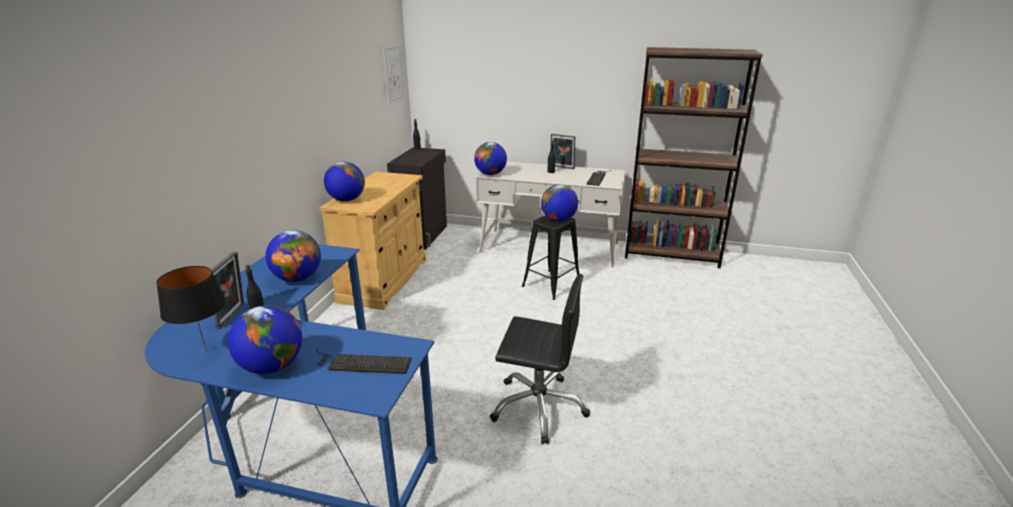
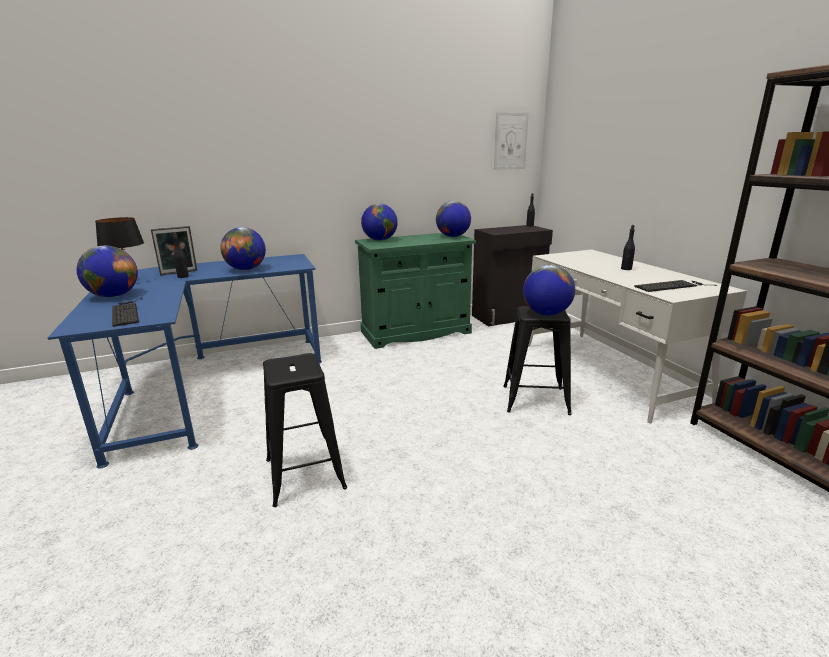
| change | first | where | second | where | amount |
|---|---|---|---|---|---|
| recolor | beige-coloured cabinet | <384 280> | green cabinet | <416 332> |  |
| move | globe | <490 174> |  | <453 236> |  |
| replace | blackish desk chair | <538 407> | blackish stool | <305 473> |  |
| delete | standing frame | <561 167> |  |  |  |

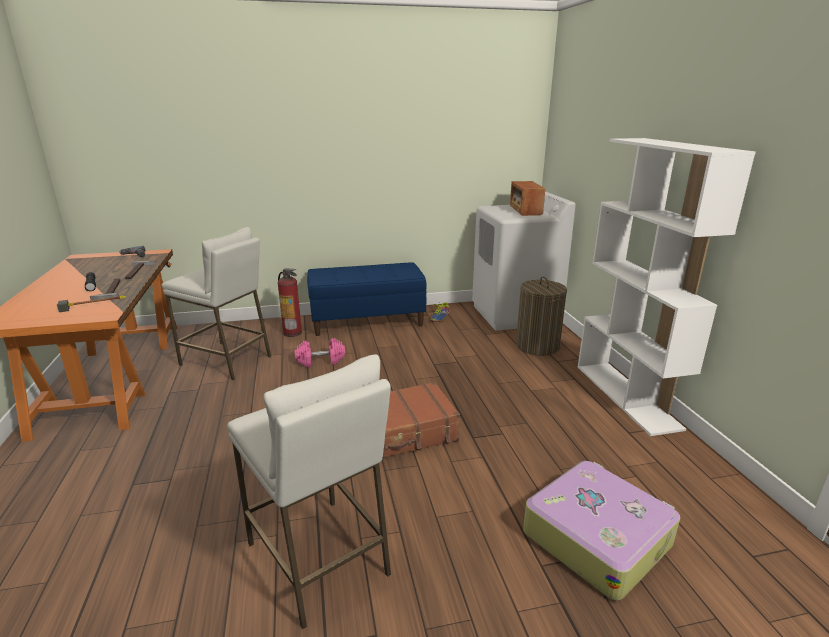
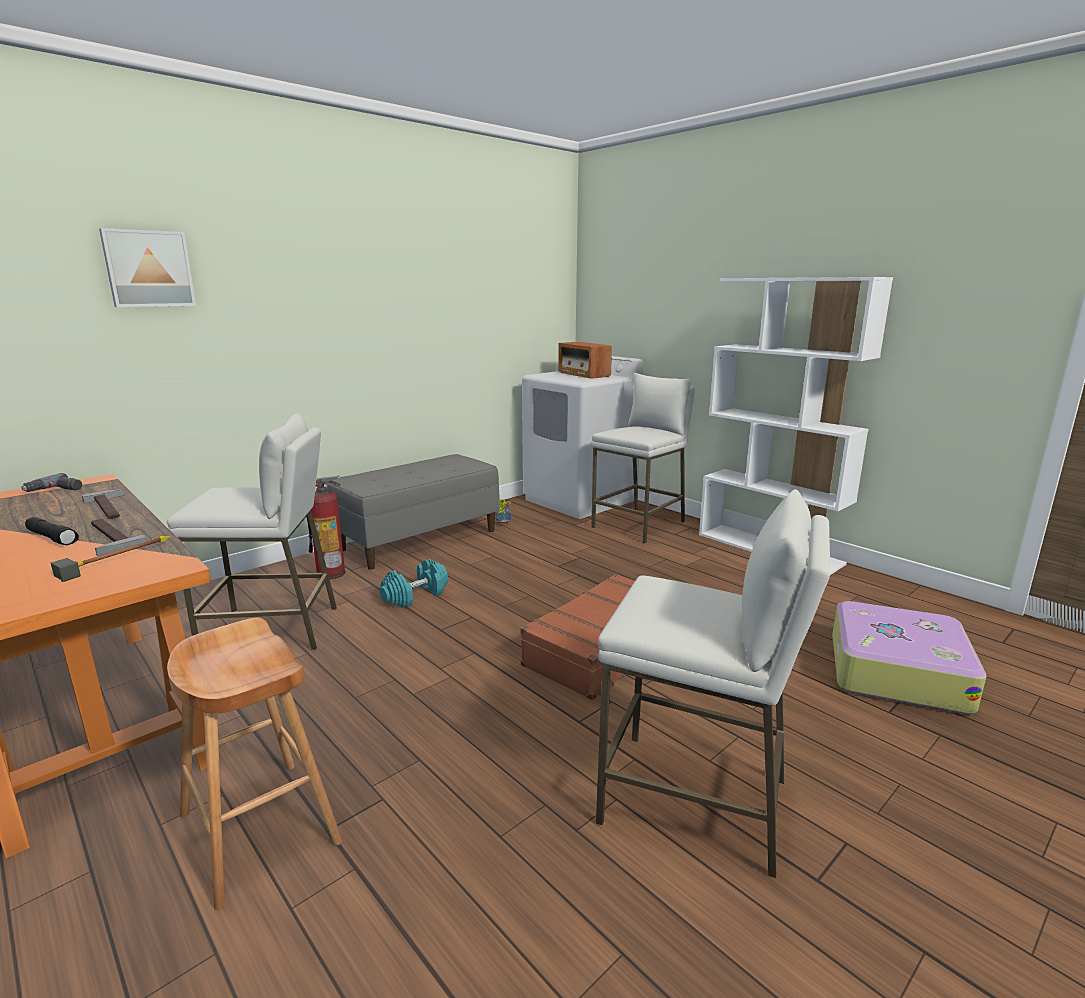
| change | first | where | second | where | amount |
|---|---|---|---|---|---|
| recolor | pink-coloured free weight | <320 361> | blue-green free weight | <415 596> |  |
| recolor | bluish bench | <367 321> | greyish bench | <420 539> |  |
| replace | washing basket | <537 346> | white stool | <639 524> |  |
| insert |  |  | wall art | <148 269> |  |
| insert |  |  | brown-coloured stool | <260 829> |  |

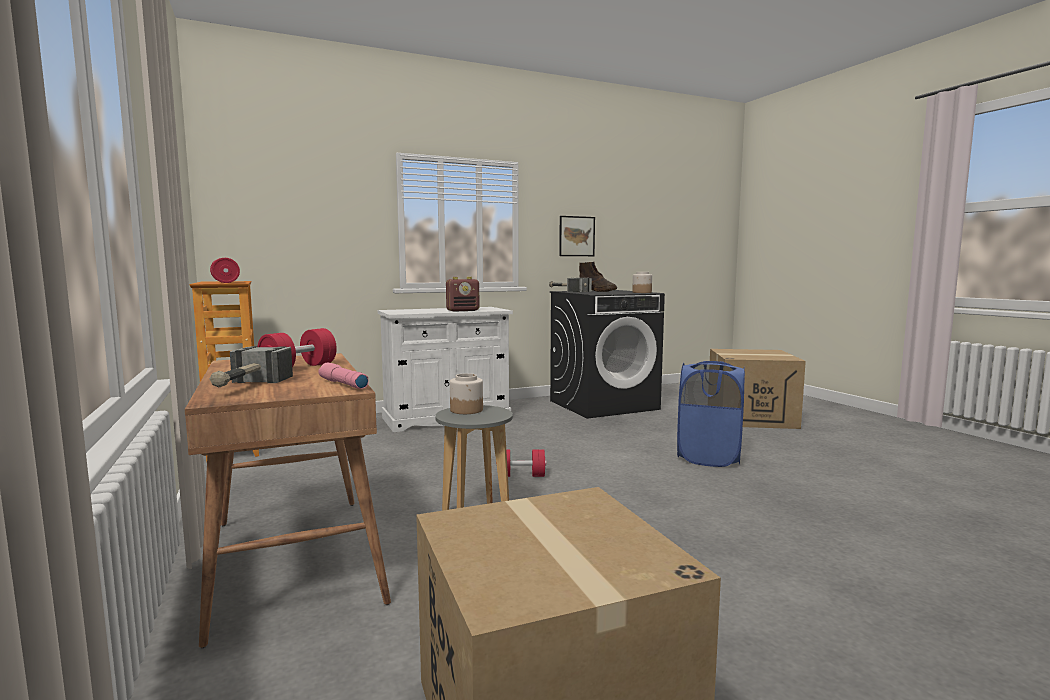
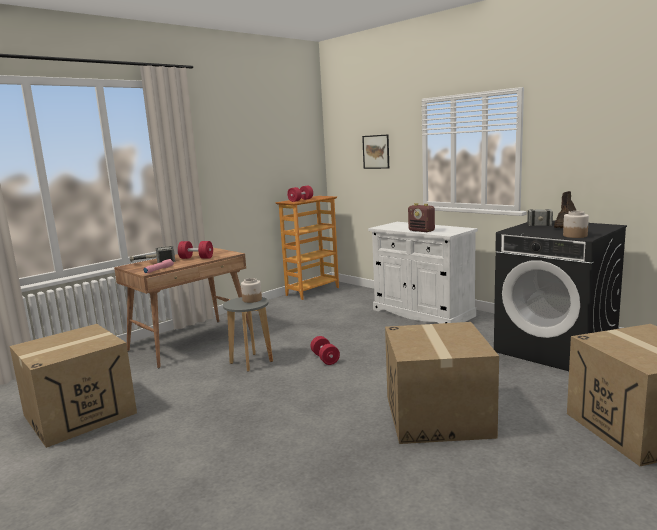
| change | first | where | second | where | amount |
|---|---|---|---|---|---|
| move | wall art | <576 236> |  | <376 152> |  |
| replace | bluish washing basket | <709 457> | cardboard box | <438 416> |  |

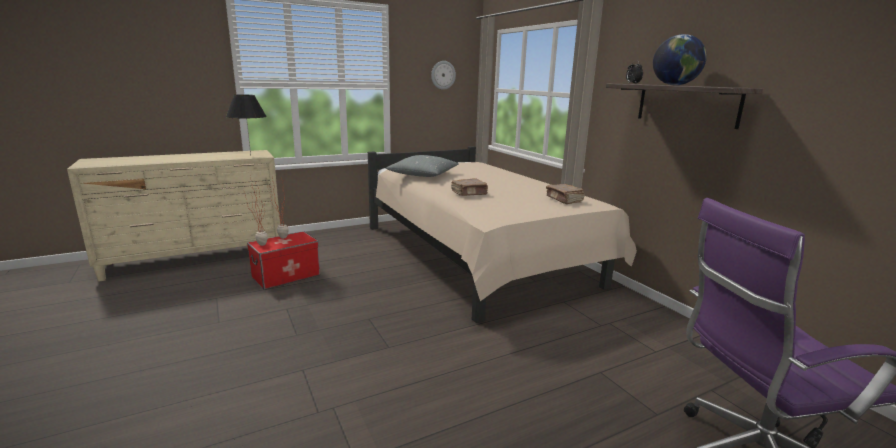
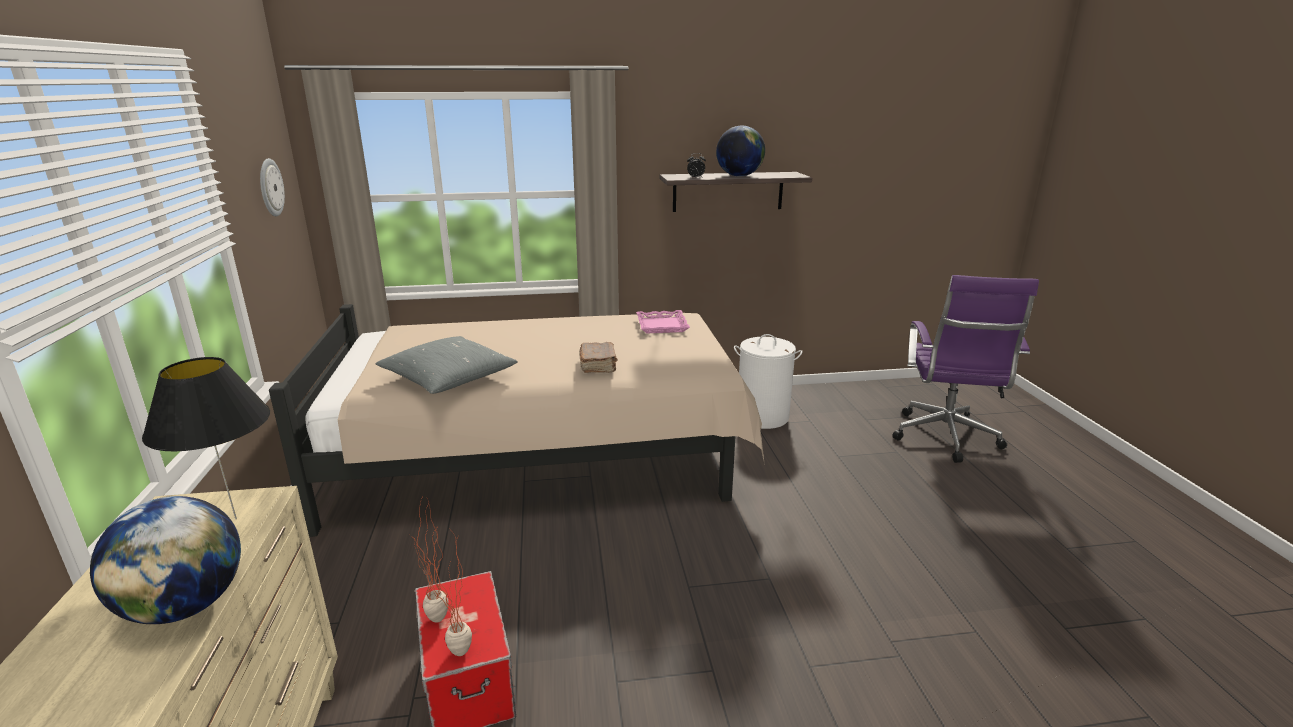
| change | first | where | second | where | amount |
|---|---|---|---|---|---|
| replace | brown-coloured book | <564 200> | pink-coloured tray | <662 326> |  |
| insert |  |  | globe | <185 606> |  |
| insert |  |  | white washing basket | <763 416> |  |

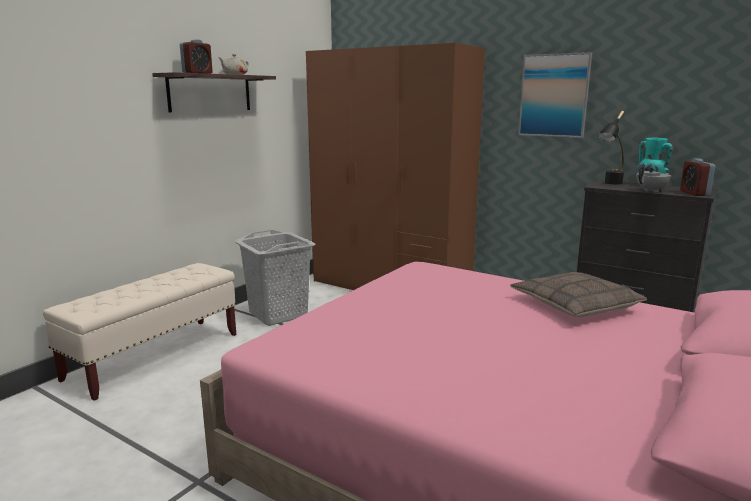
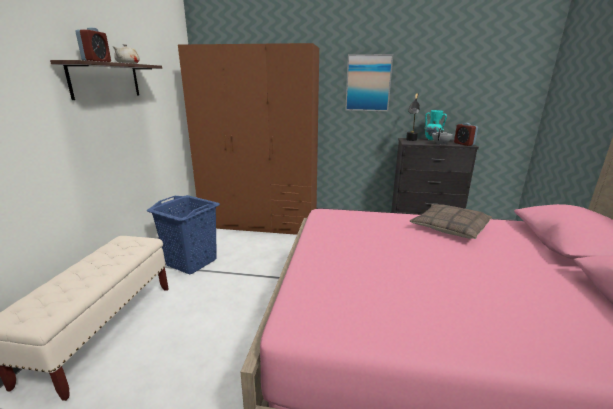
| change | first | where | second | where | amount |
|---|---|---|---|---|---|
| recolor | greyish washing basket | <278 314> | bluish washing basket | <191 262> |  |

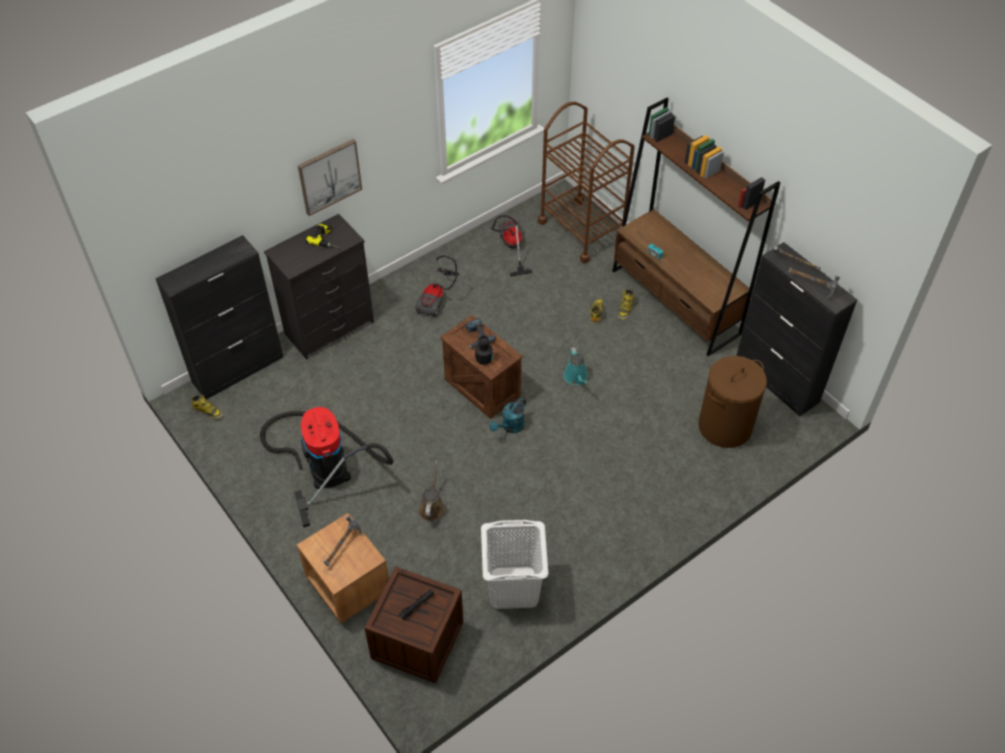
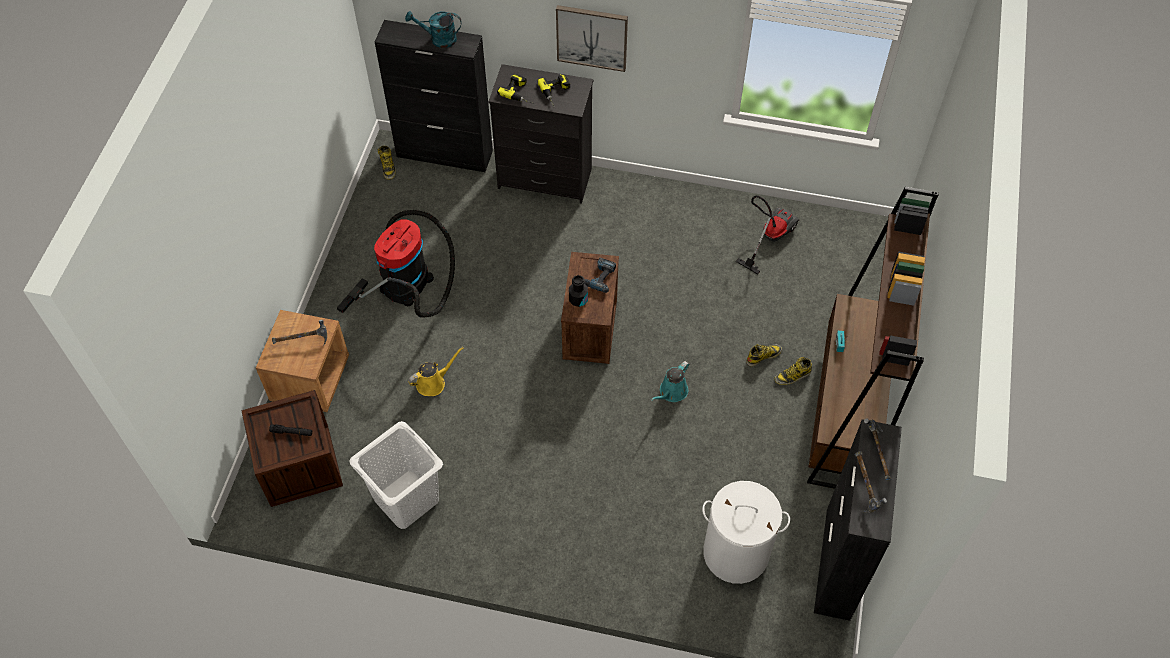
| change | first | where | second | where | amount |
|---|---|---|---|---|---|
| delete | hoover | <437 299> |  |  |  |
| recolor | brown-coloured watering can | <432 507> | yellow watering can | <433 383> |  |
| move | blue-green watering can | <510 427> |  | <438 39> |  |
| delete | brown-coloured cart | <582 230> |  |  |  |
| recolor | brown-coloured washing basket | <725 426> | white washing basket | <736 552> |  |
| insert |  |  | drill | <521 92> |  |

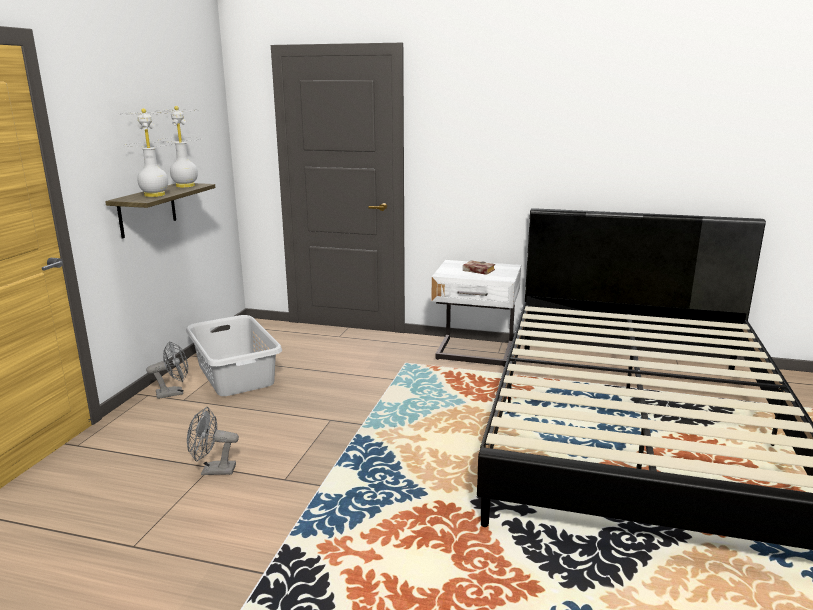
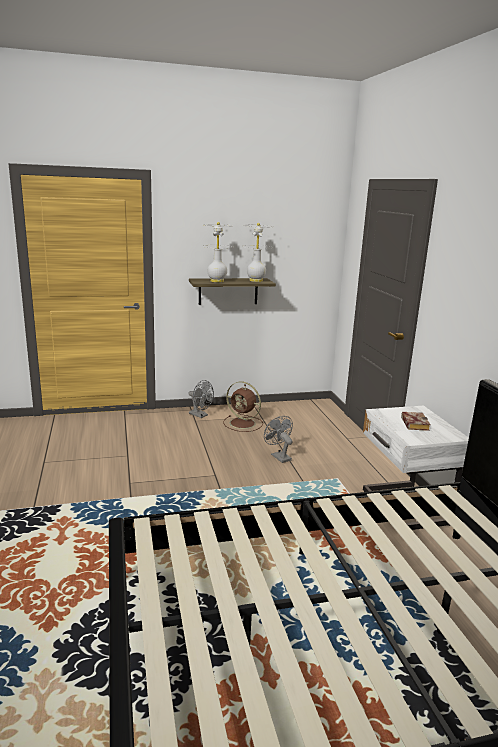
| change | first | where | second | where | amount |
|---|---|---|---|---|---|
| replace | greyish washing basket | <236 374> | brown-coloured electric fan | <243 423> |  |
| move | greyish electric fan | <213 470> |  | <278 456> |  |

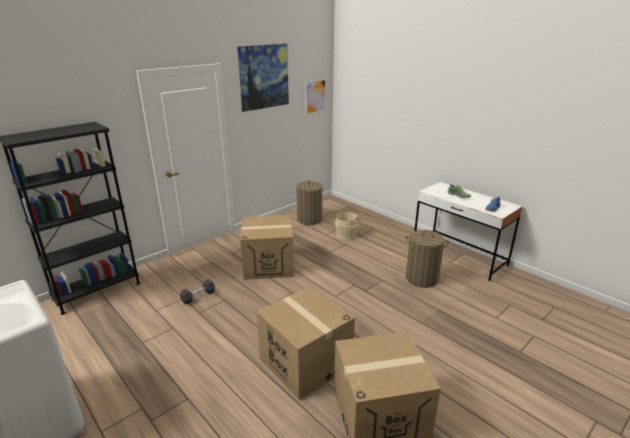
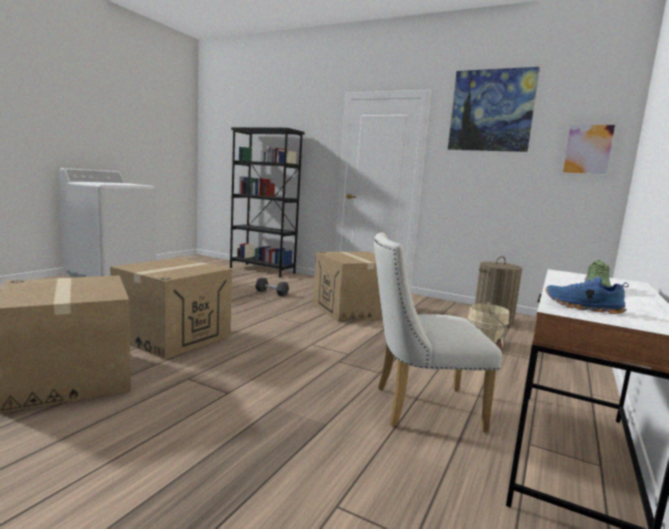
| change | first | where | second | where | amount |
|---|---|---|---|---|---|
| replace | washing basket | <421 279> | white plain chair | <418 407> |  |

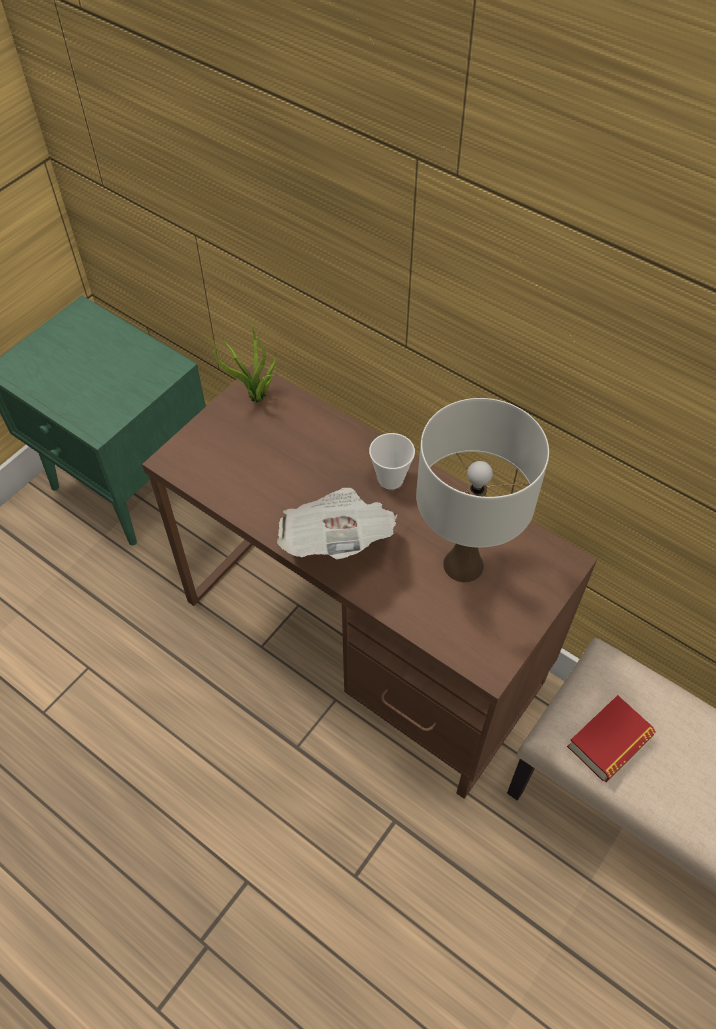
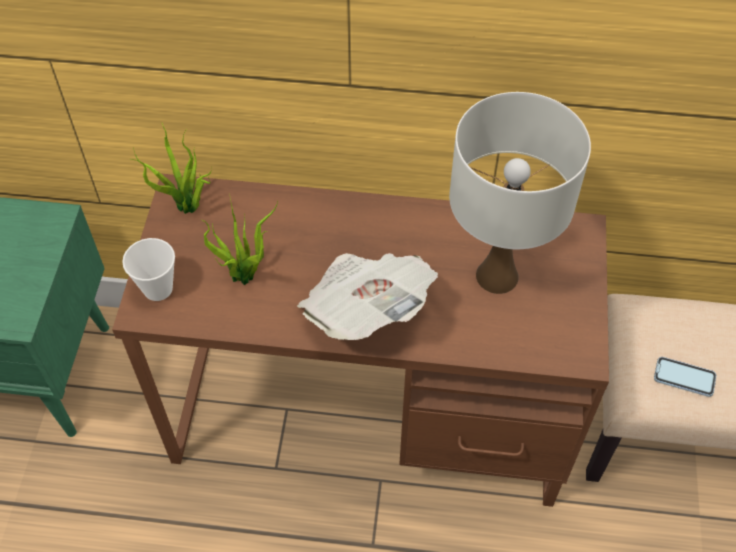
| change | first | where | second | where | amount |
|---|---|---|---|---|---|
| move | small cup | <390 479> |  | <158 289> |  |
| replace | book | <609 742> | telephone | <684 377> |  |
| insert |  |  | houseplant | <246 276> |  |

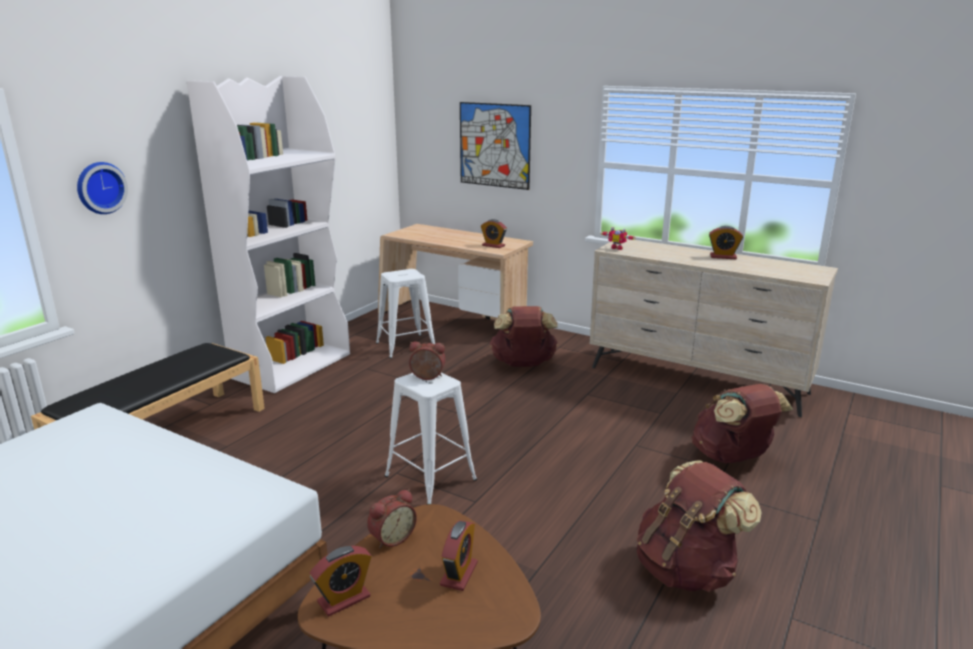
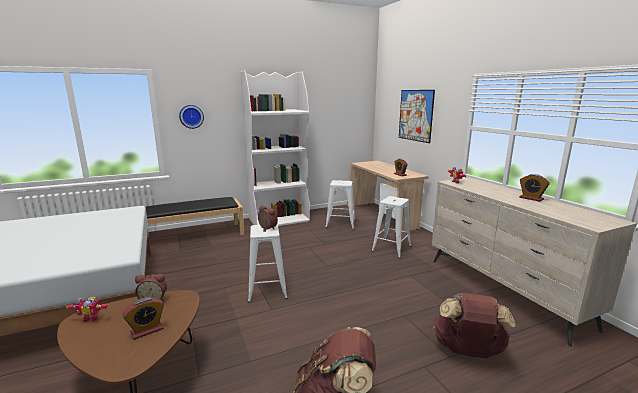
| change | first | where | second | where | amount |
|---|---|---|---|---|---|
| replace | bedside clock | <344 599> | toy robot | <92 318> |  |
| replace | brown-coloured rucksack | <523 364> | white stool | <391 248> |  |

